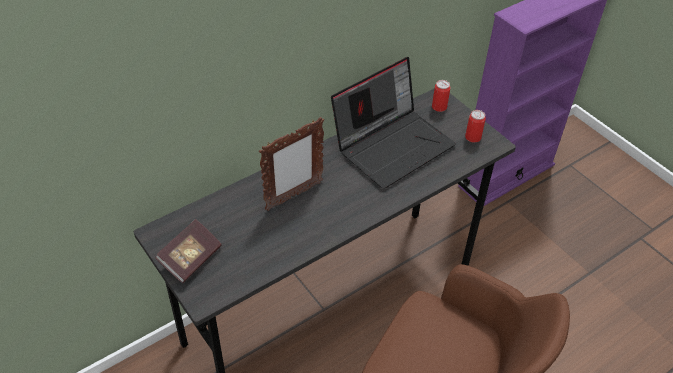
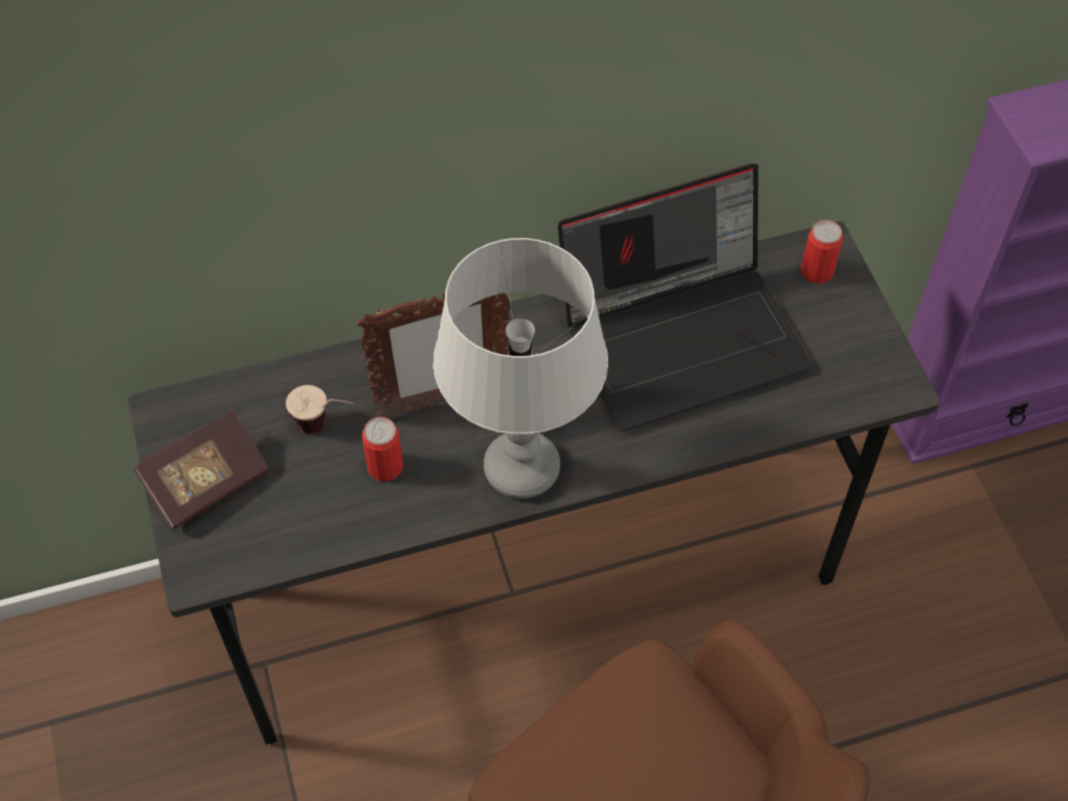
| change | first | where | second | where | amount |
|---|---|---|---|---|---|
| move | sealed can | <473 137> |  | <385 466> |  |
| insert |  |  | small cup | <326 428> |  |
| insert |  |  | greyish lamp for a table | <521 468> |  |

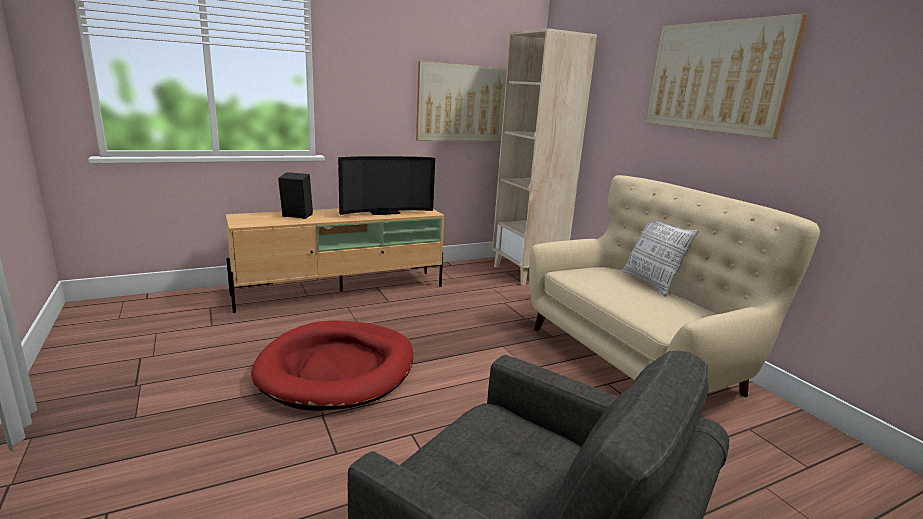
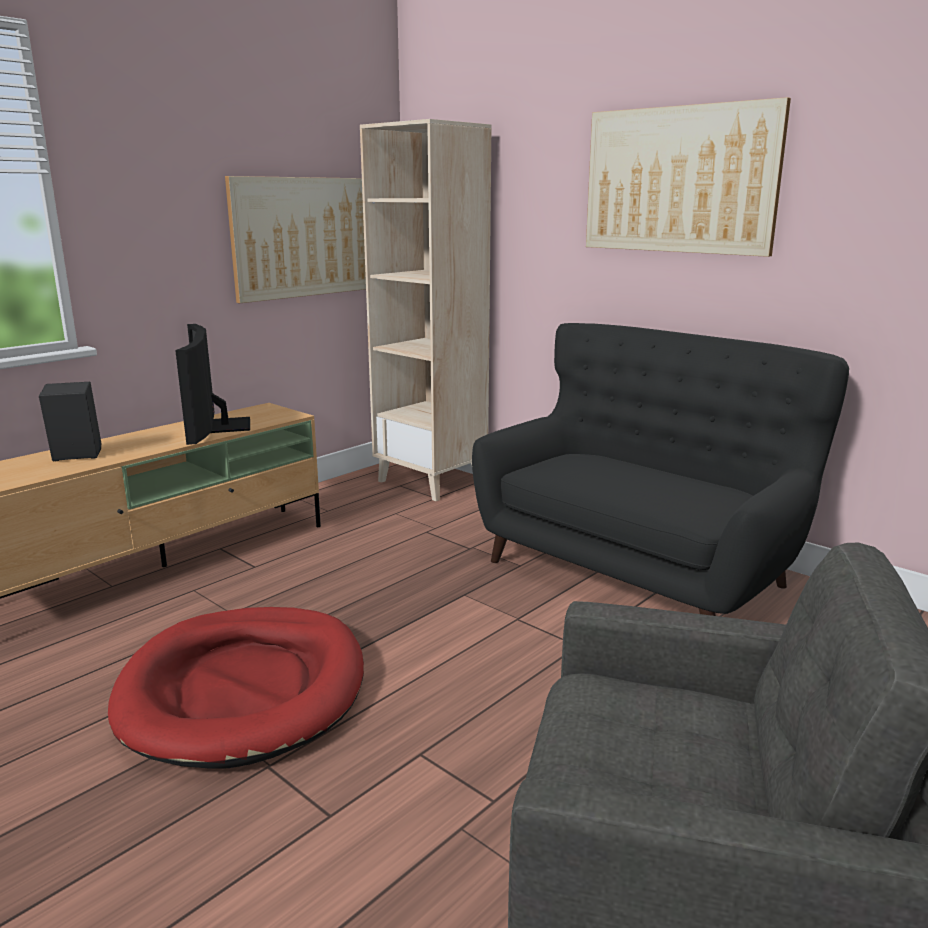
| change | first | where | second | where | amount |
|---|---|---|---|---|---|
| rotate | television | <384 212> |  | <218 426> | 120 degrees clockwise |
| recolor | beige-coloured settee | <635 358> | blackish settee | <638 571> |  |
| delete | cushion | <651 283> |  |  |  |

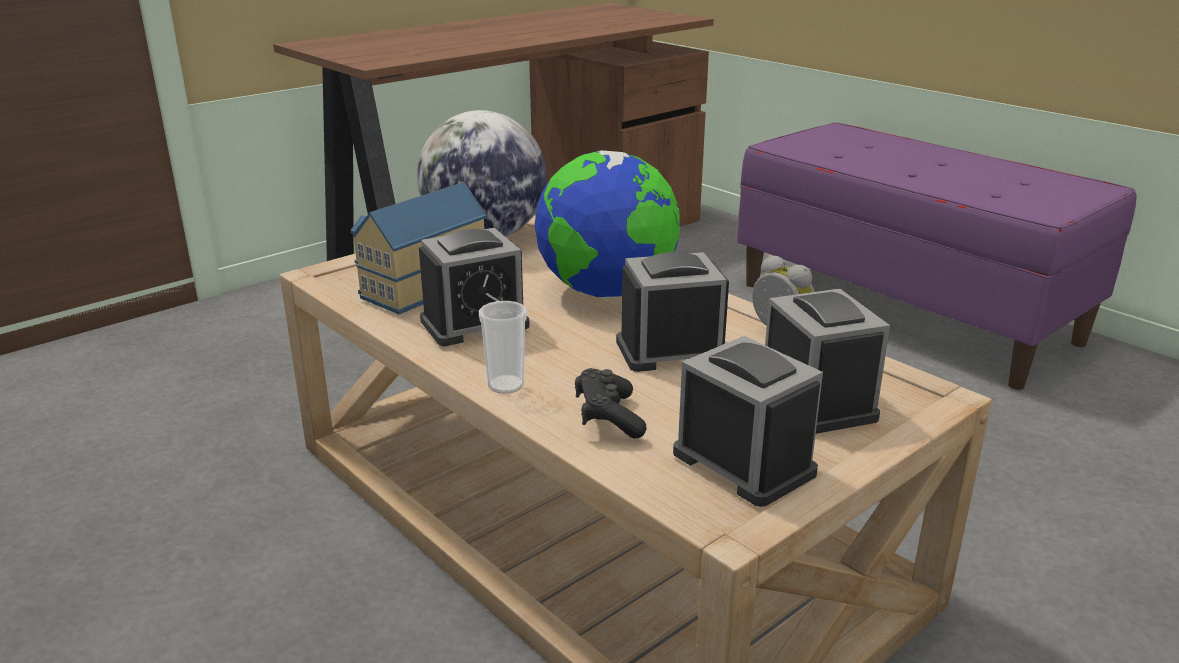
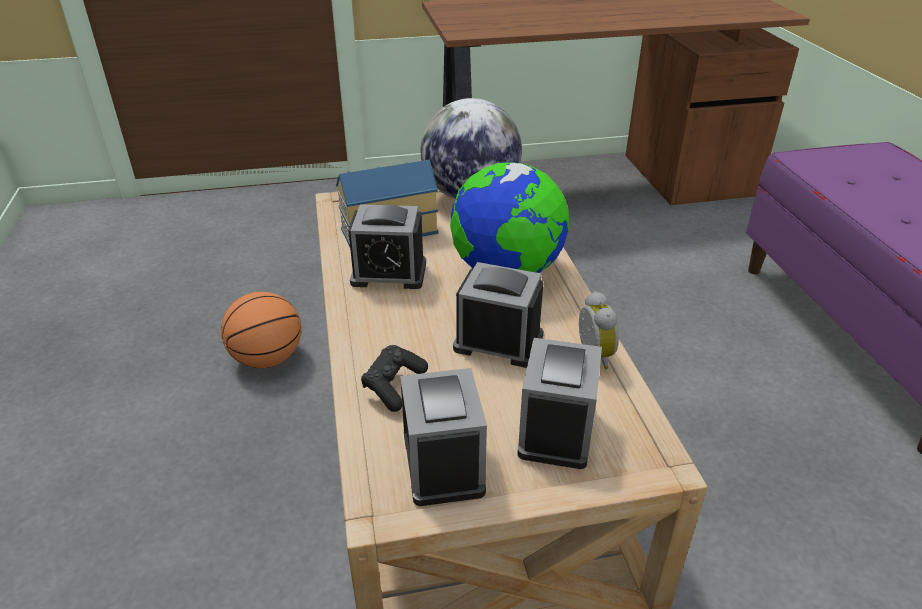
| change | first | where | second | where | amount |
|---|---|---|---|---|---|
| delete | small cup | <506 385> |  |  |  |
| insert |  |  | ball for basketball | <267 359> |  |

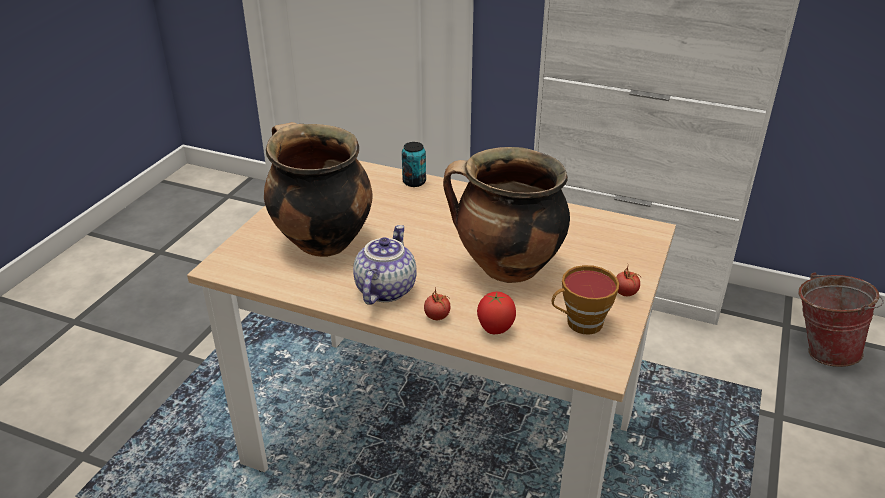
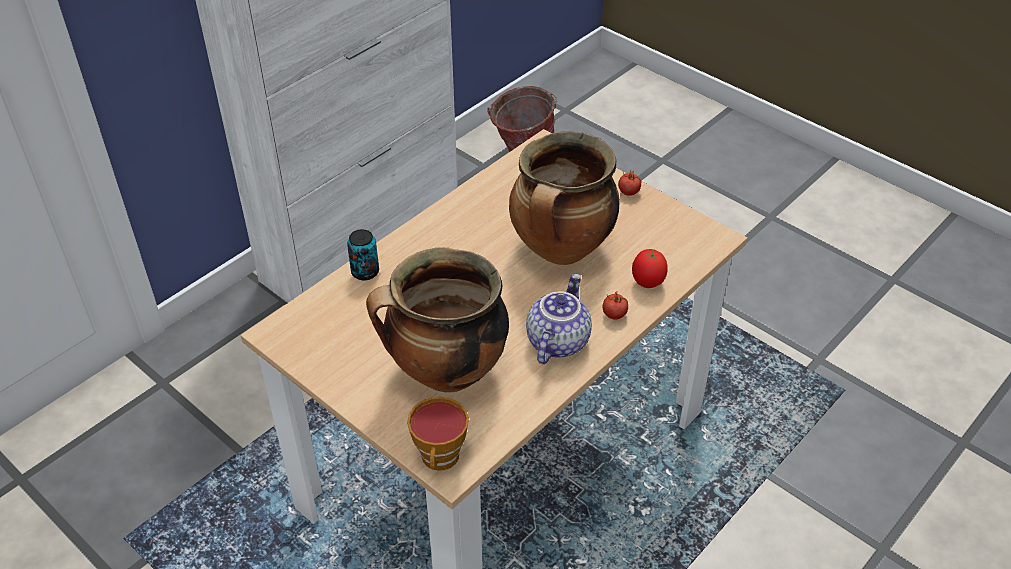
| change | first | where | second | where | amount |
|---|---|---|---|---|---|
| rotate | teapot | <384 289> |  | <556 341> | 75 degrees clockwise |
| move | small cup | <580 324> |  | <440 459> |  |

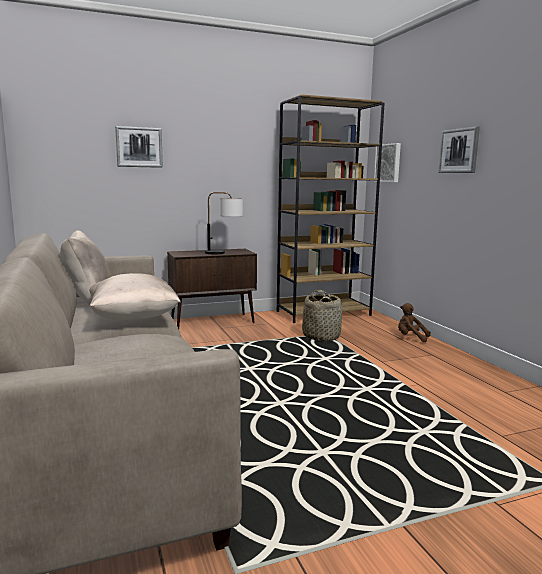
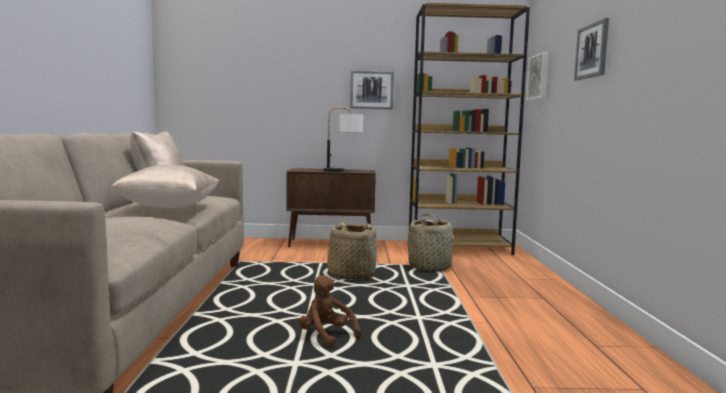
| change | first | where | second | where | amount |
|---|---|---|---|---|---|
| move | wall art | <139 147> |  | <371 90> |  |
| move | brown-coloured soft toy | <411 337> |  | <326 336> |  |
| insert |  |  | storage basket | <351 275> |  |

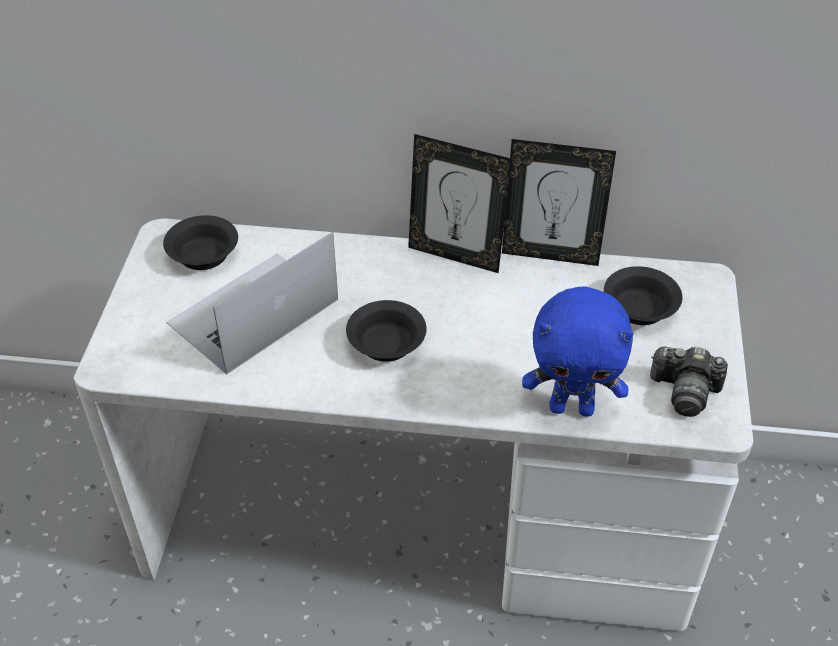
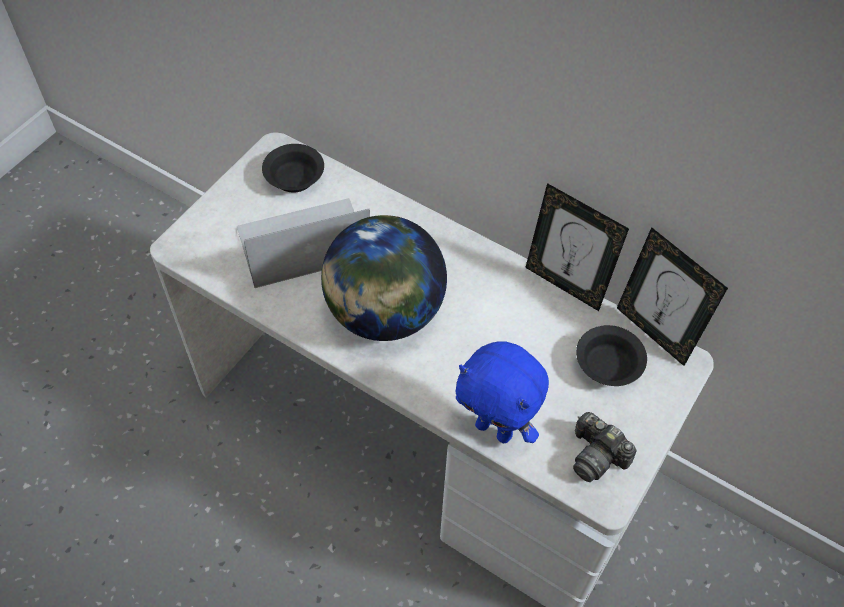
| change | first | where | second | where | amount |
|---|---|---|---|---|---|
| replace | blackish bowl | <386 345> | globe | <384 313> |  |
| move | standing frame | <455 255> |  | <654 332> |  |

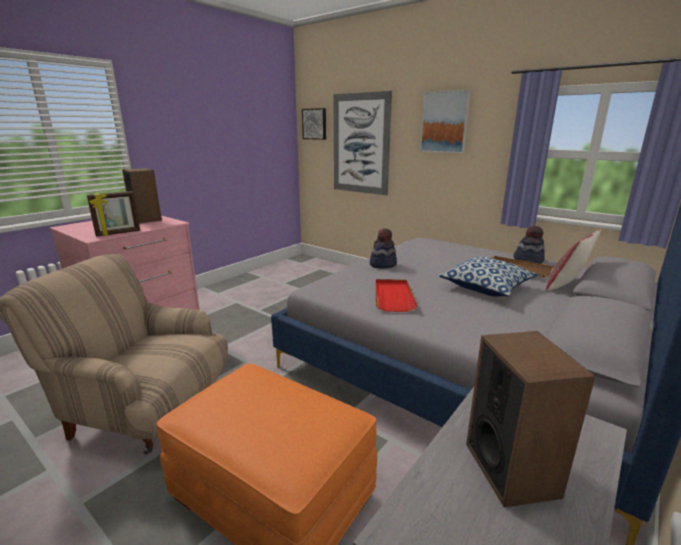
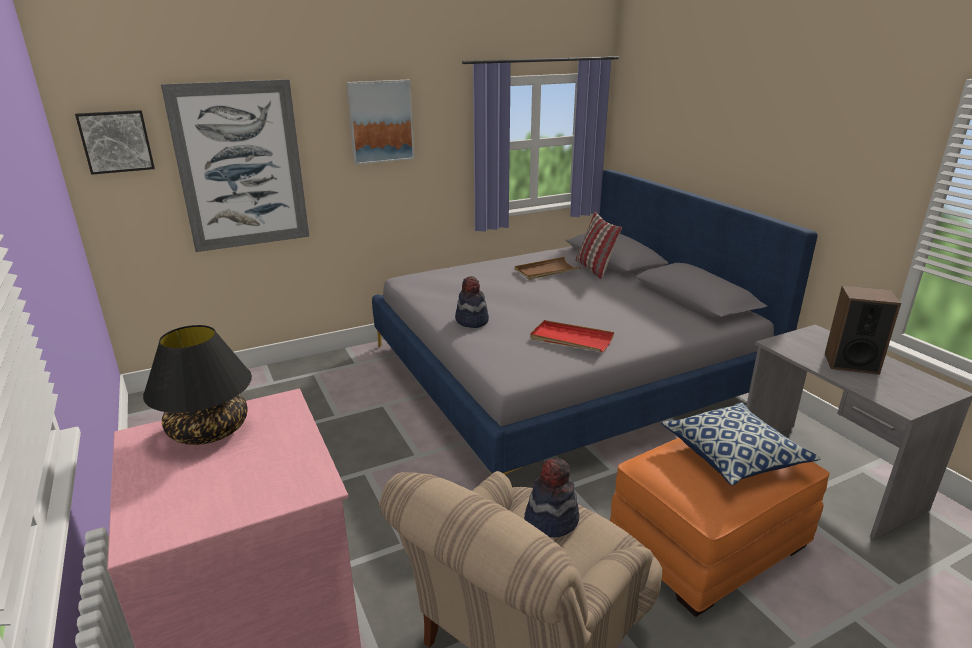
| change | first | where | second | where | amount |
|---|---|---|---|---|---|
| delete | standing frame | <118 233> |  |  |  |
| replace | speaker | <146 219> | blackish lamp for a table | <209 430> |  |
| move | cushion | <486 287> |  | <734 456> |  |
| move | wearable hat | <528 260> |  | <551 520> |  |

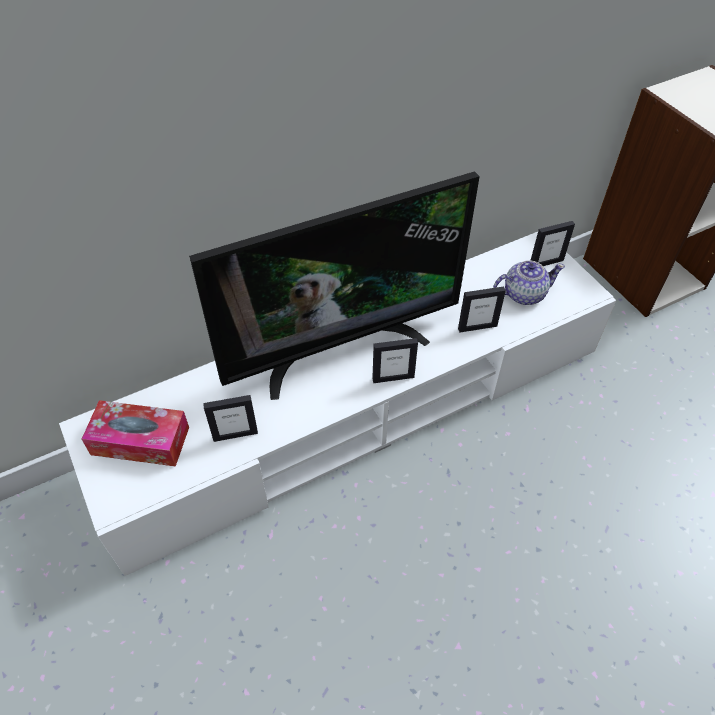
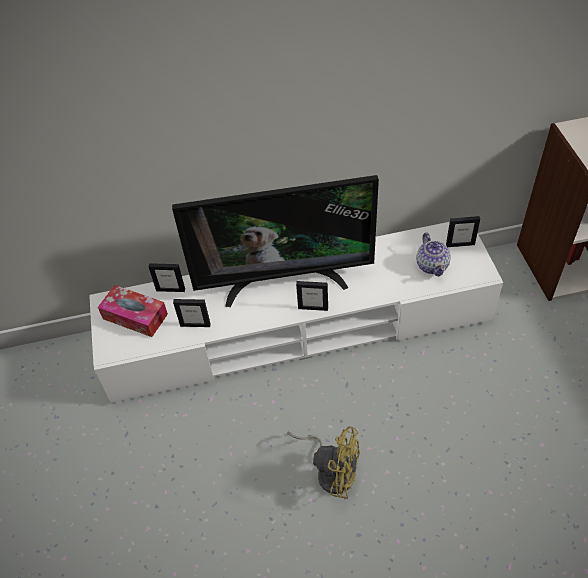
| change | first | where | second | where | amount |
|---|---|---|---|---|---|
| move | standing frame | <477 327> |  | <170 289> |  |
| rotate | teapot | <523 294> |  | <432 265> | 75 degrees clockwise |
| insert |  |  | yellow electric fan | <331 470> |  |

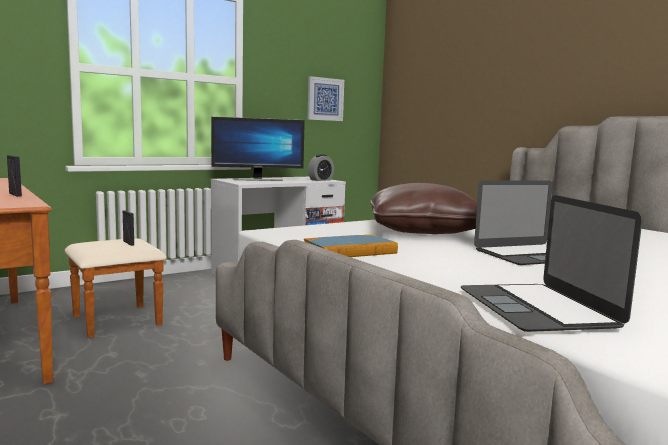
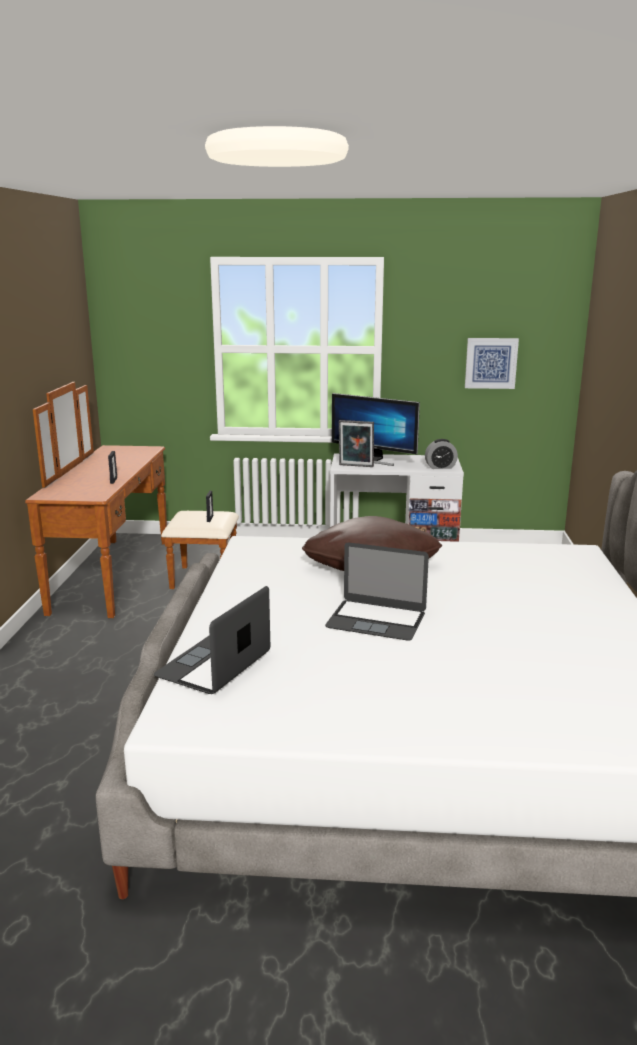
| change | first | where | second | where | amount |
|---|---|---|---|---|---|
| delete | book | <350 251> |  |  |  |
| insert |  |  | standing frame | <356 466> |  |

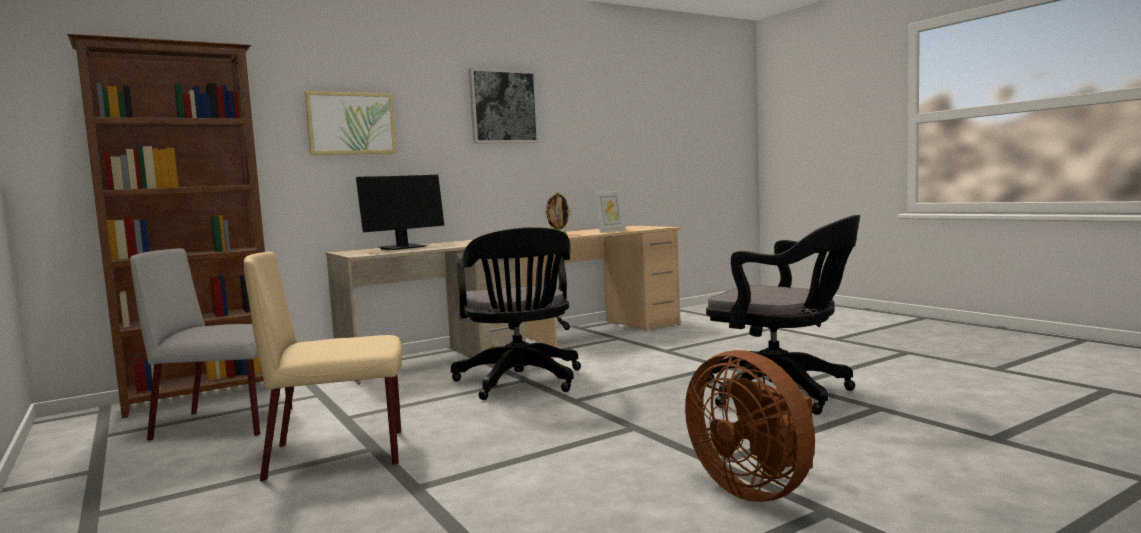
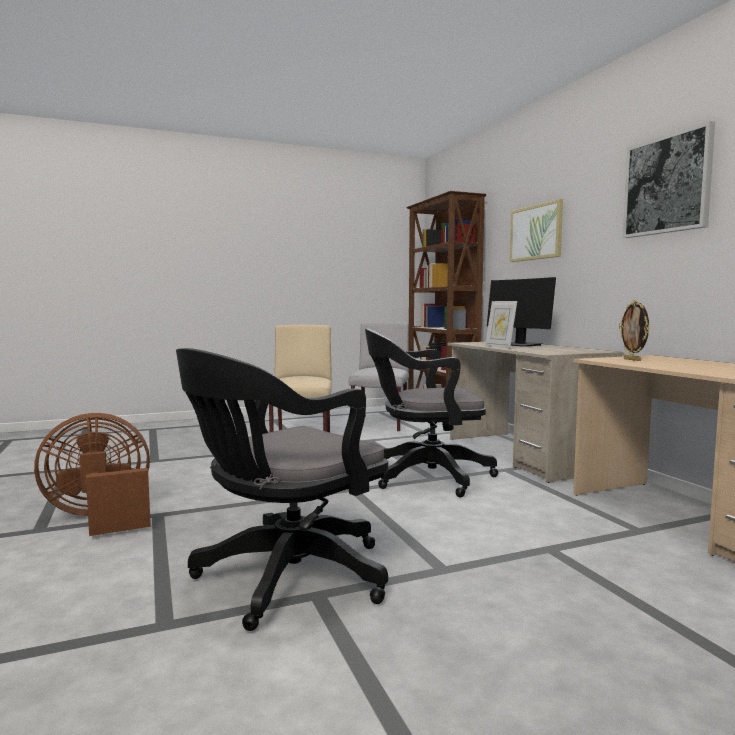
| change | first | where | second | where | amount |
|---|---|---|---|---|---|
| move | standing frame | <610 231> |  | <500 347> |  |

